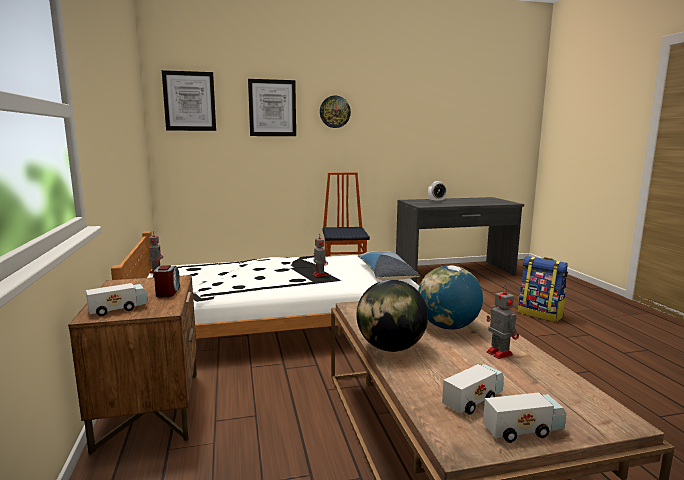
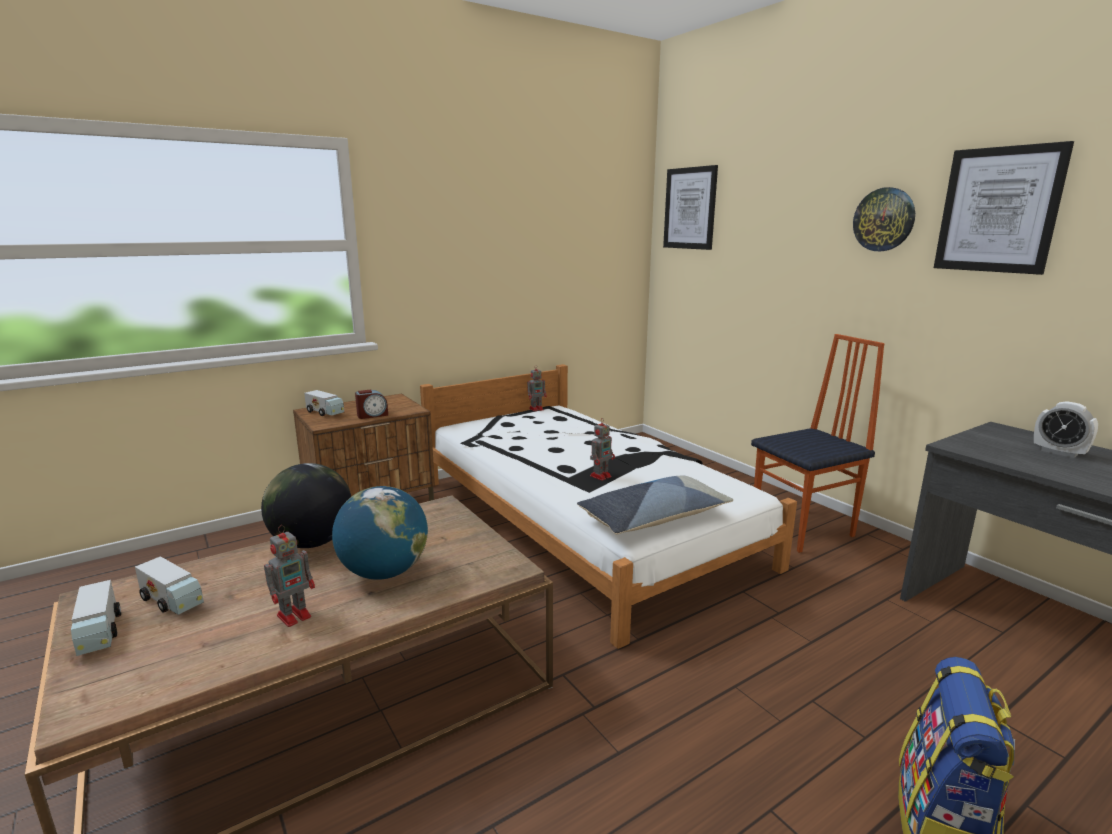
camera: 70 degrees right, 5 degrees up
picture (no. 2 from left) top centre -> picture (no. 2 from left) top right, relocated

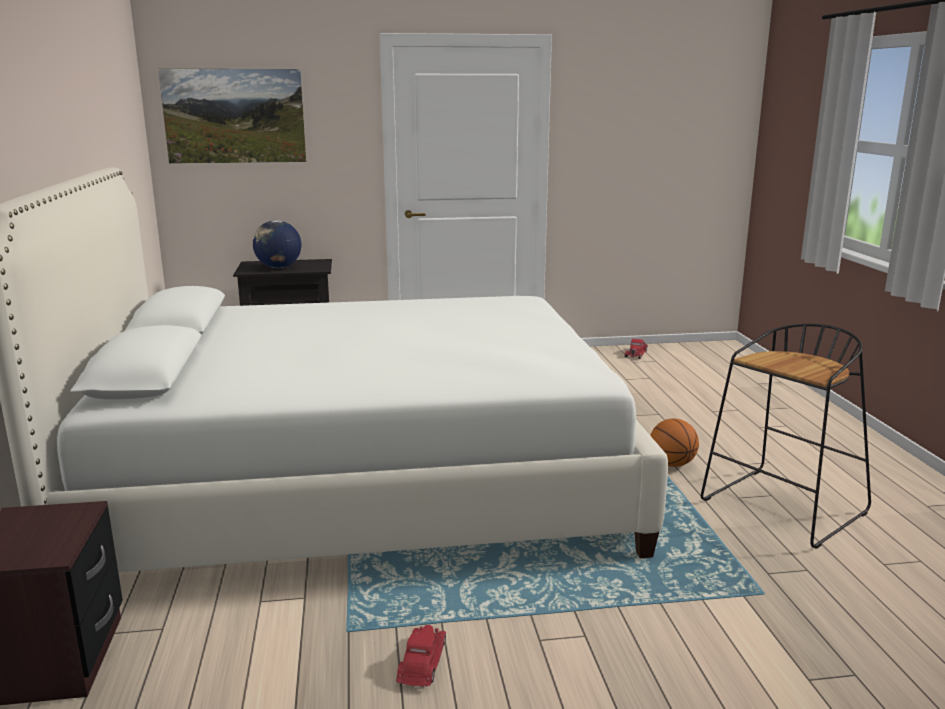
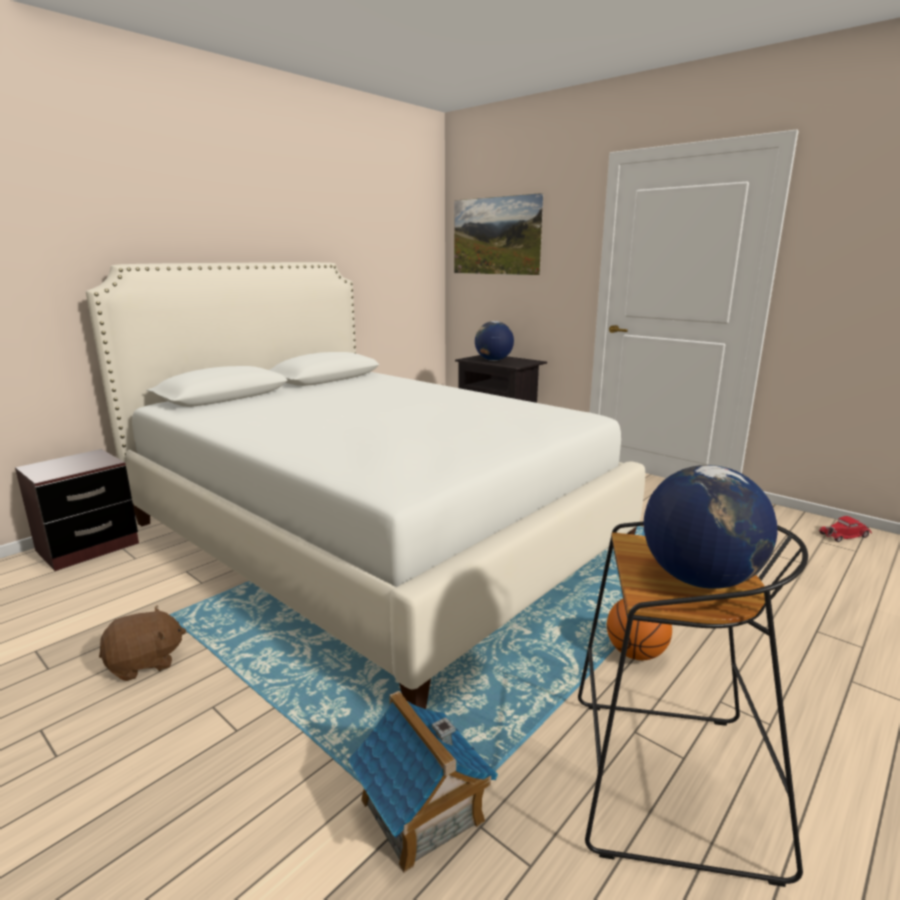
camera: 50 degrees right, 0 degrees up
red toy car (no. 1 from left) bottom centre -> brown plush toy bottom left
none -> globe (no. 2 from left) middle right
none -> toy house bottom centre

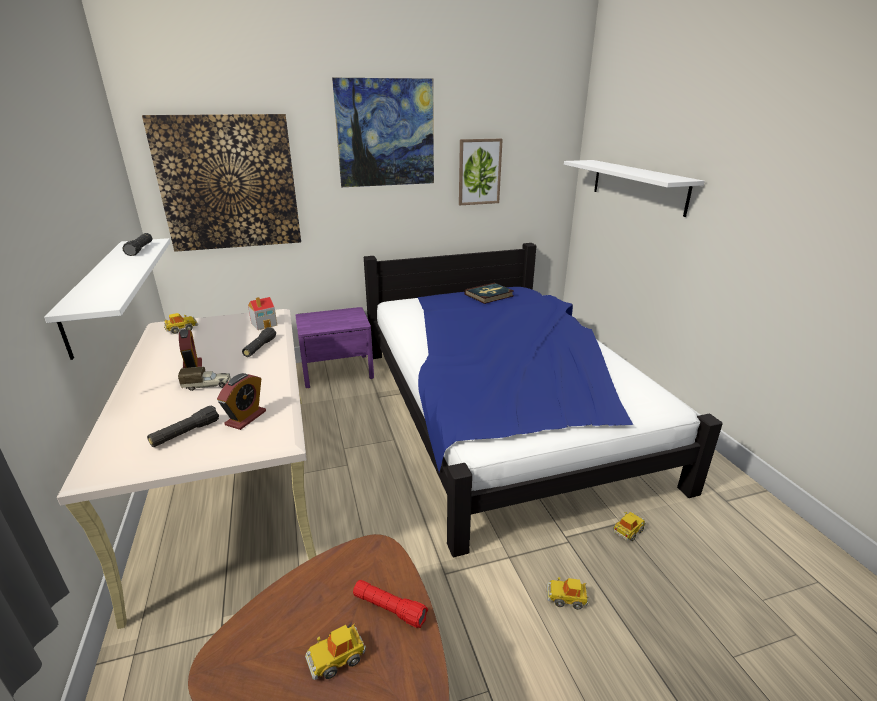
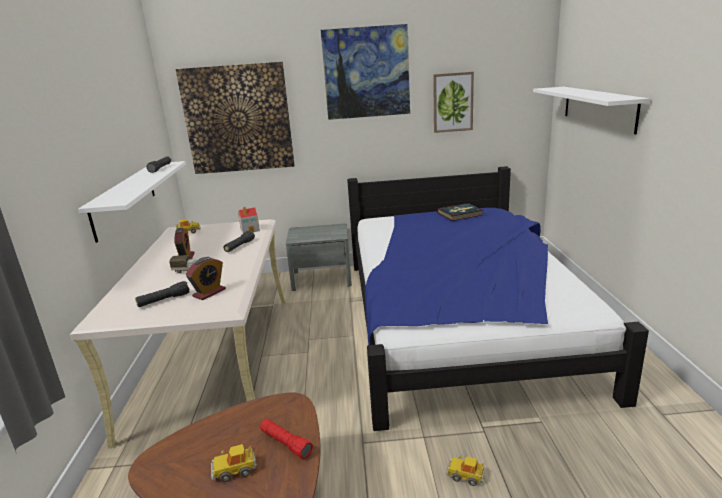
camera: 15 degrees right, 5 degrees down
purple nightstand centre -> grey nightstand centre
toy car (no. 4 from left) bottom right -> none

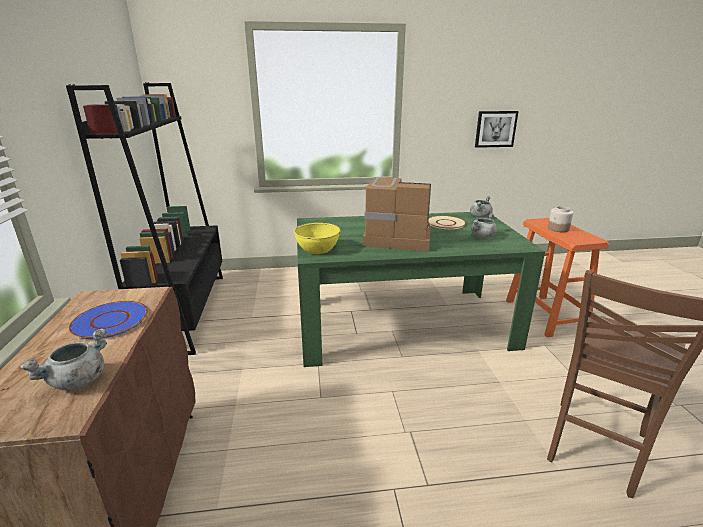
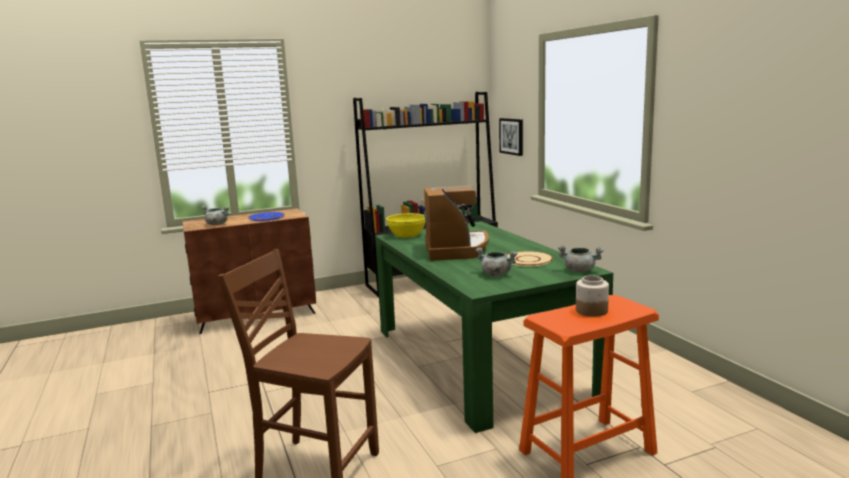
camera: 75 degrees right, 10 degrees down
picture top right -> picture top centre, relocated

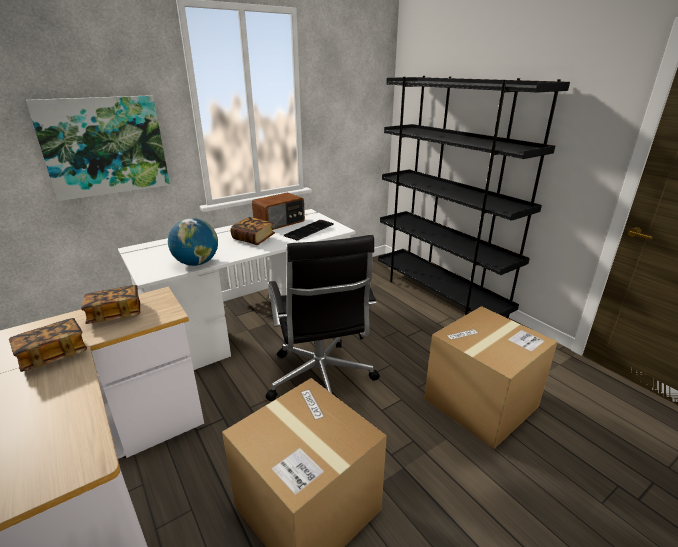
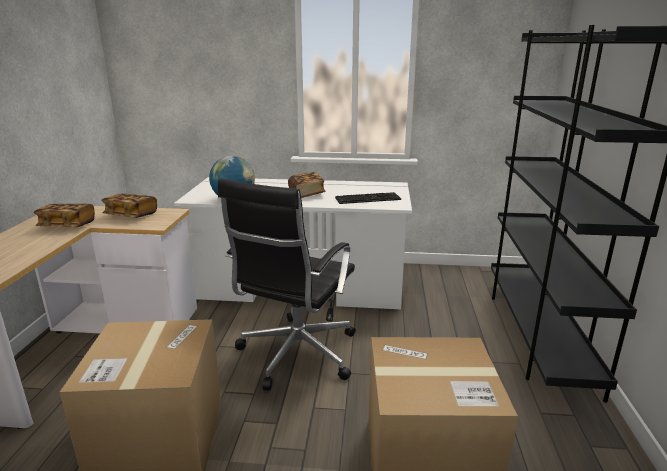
camera: 40 degrees right, 5 degrees down
picture top left -> none
radio centre -> none

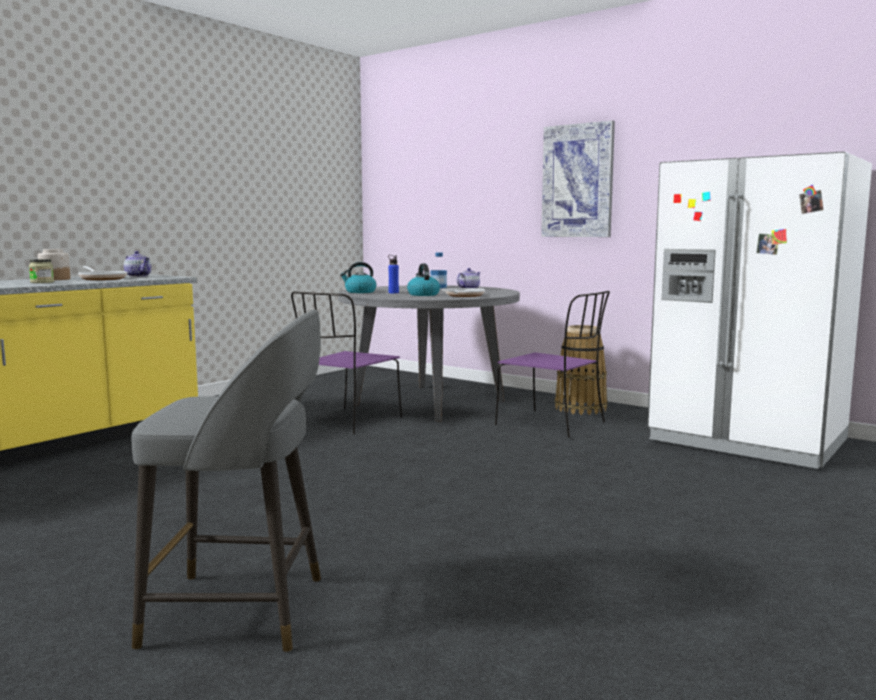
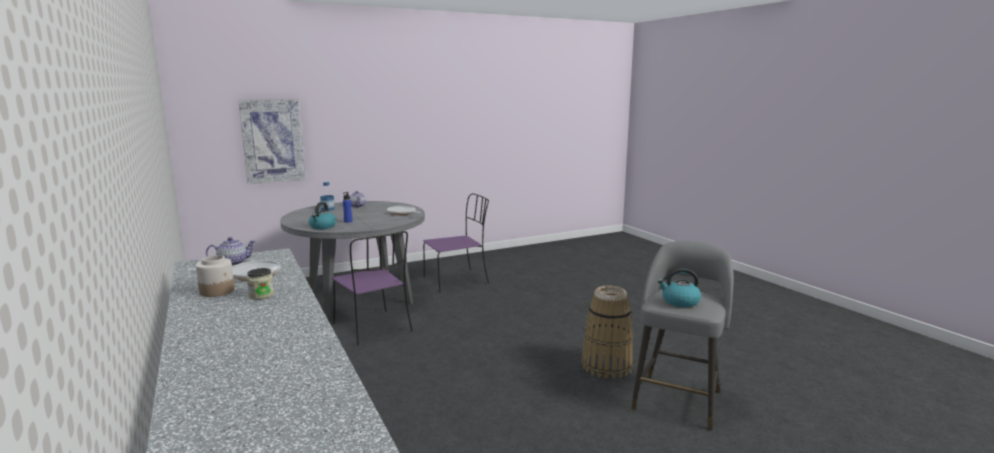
camera: 65 degrees left, 5 degrees up
picture top centre -> picture top left, relocated
white fridge middle right -> none
kettle (no. 2 from left) centre -> kettle (no. 2 from left) middle right, relocated
basket centre -> basket bottom centre, relocated

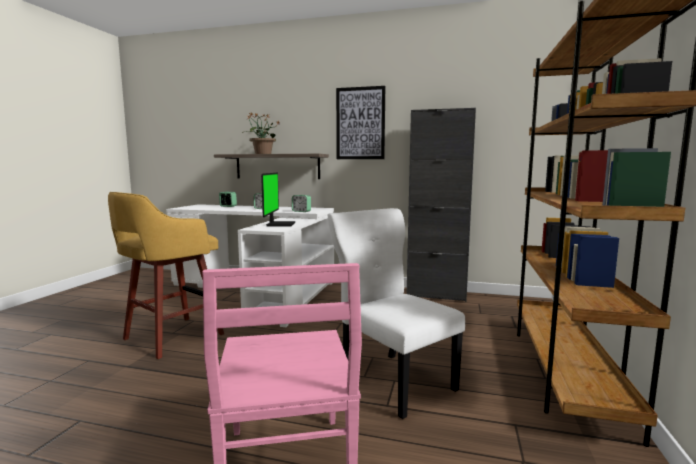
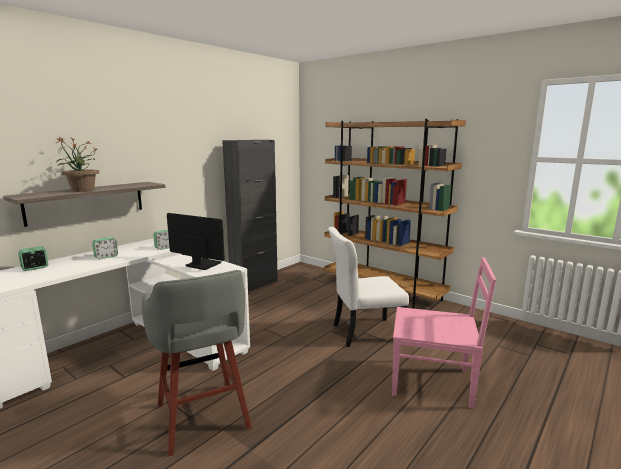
camera: 65 degrees left, 5 degrees up
picture top centre -> none
yellow stool middle left -> grey stool bottom left

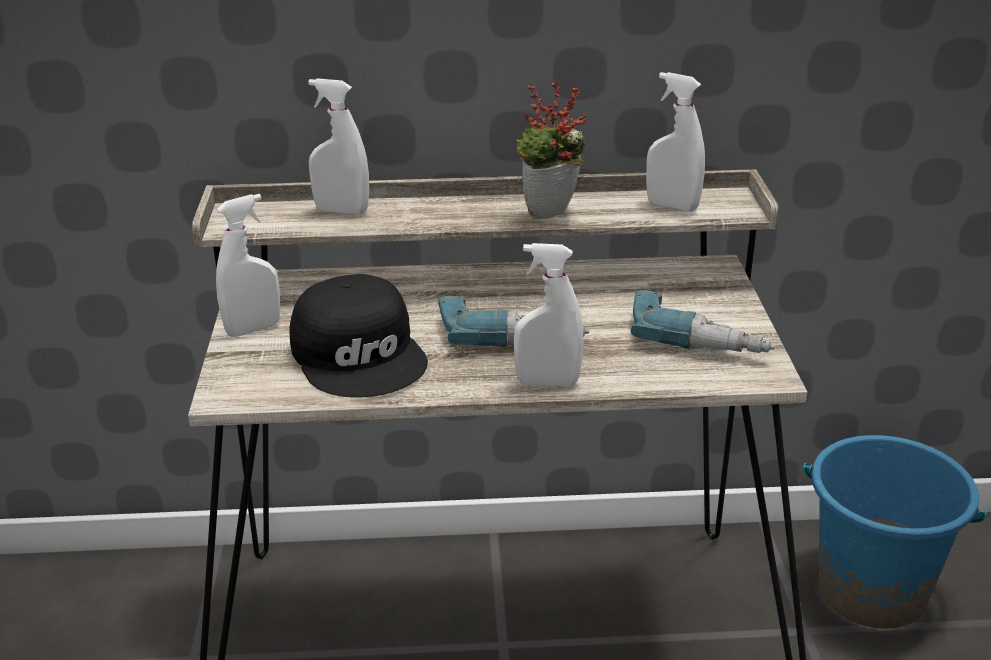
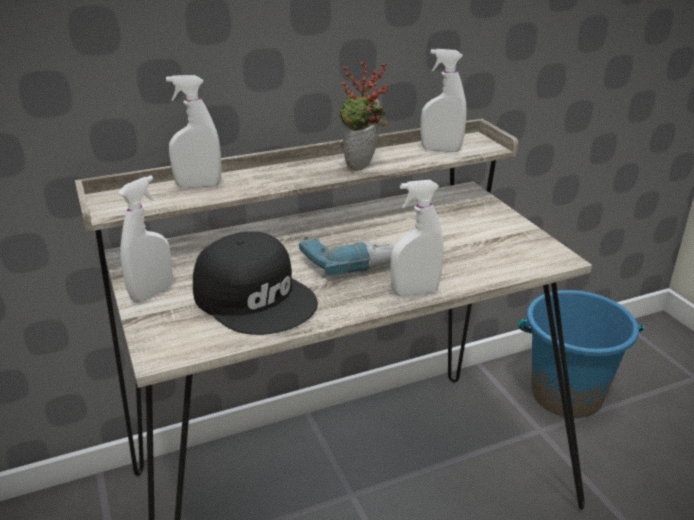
camera: 20 degrees left, 0 degrees up
power drill (no. 2 from left) middle right -> none

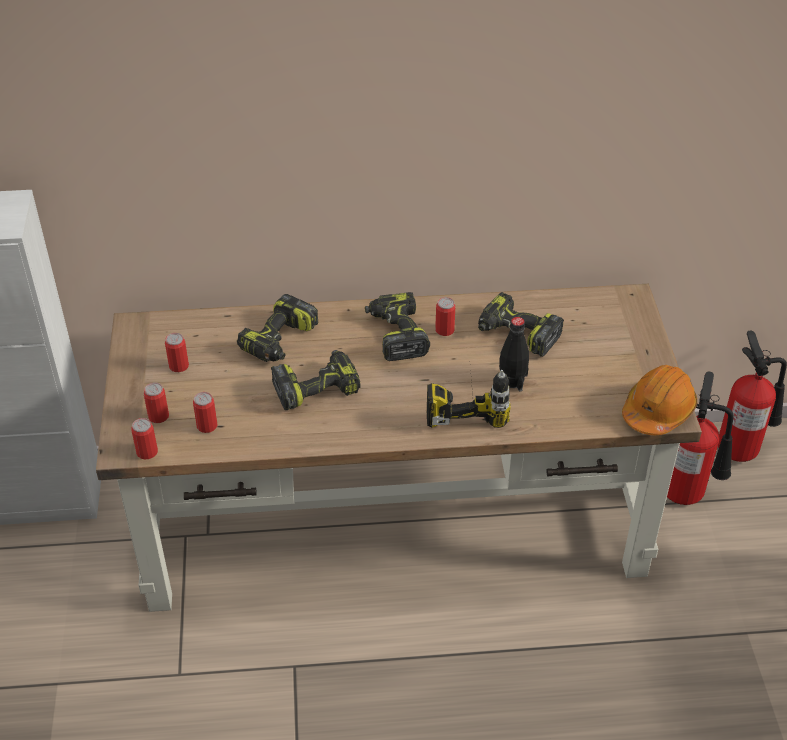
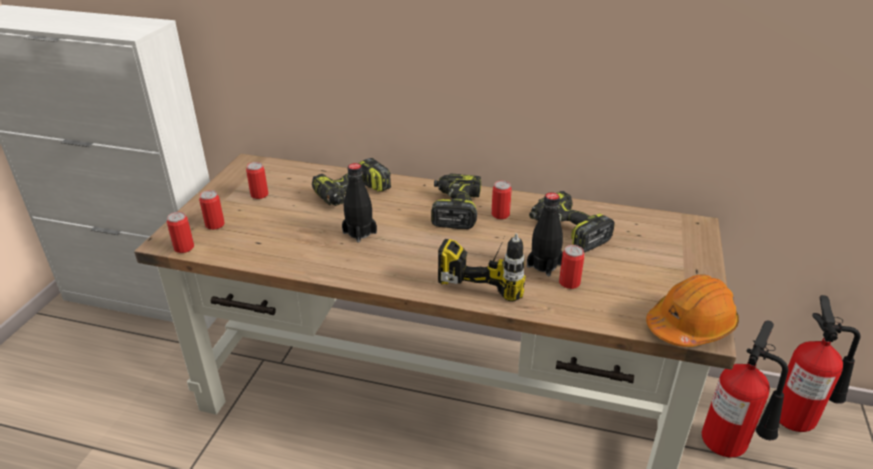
camera: 20 degrees right, 10 degrees down
power drill (no. 2 from left) centre -> black bottle (no. 1 from left) centre
can (no. 4 from left in the first image) middle left -> can (no. 5 from left) centre, relocated

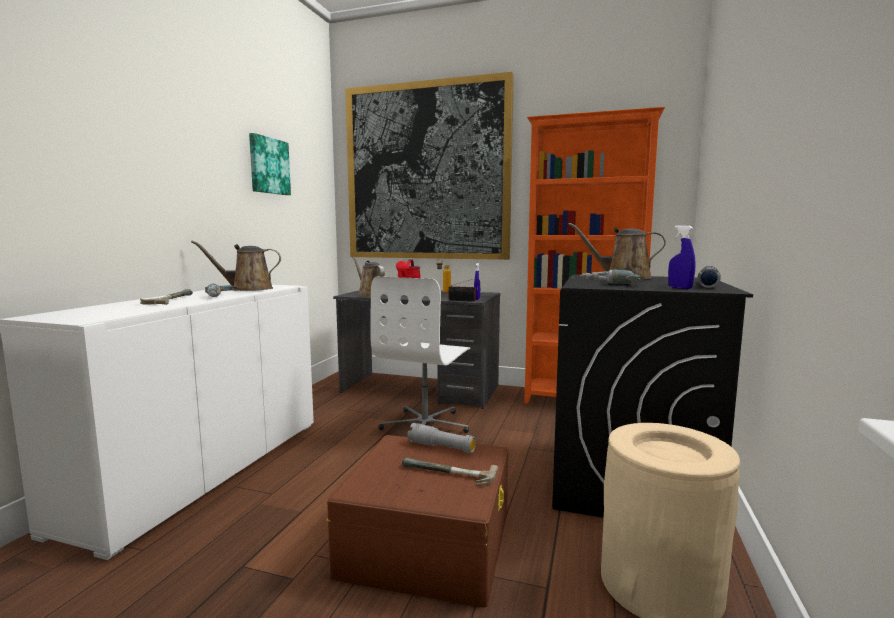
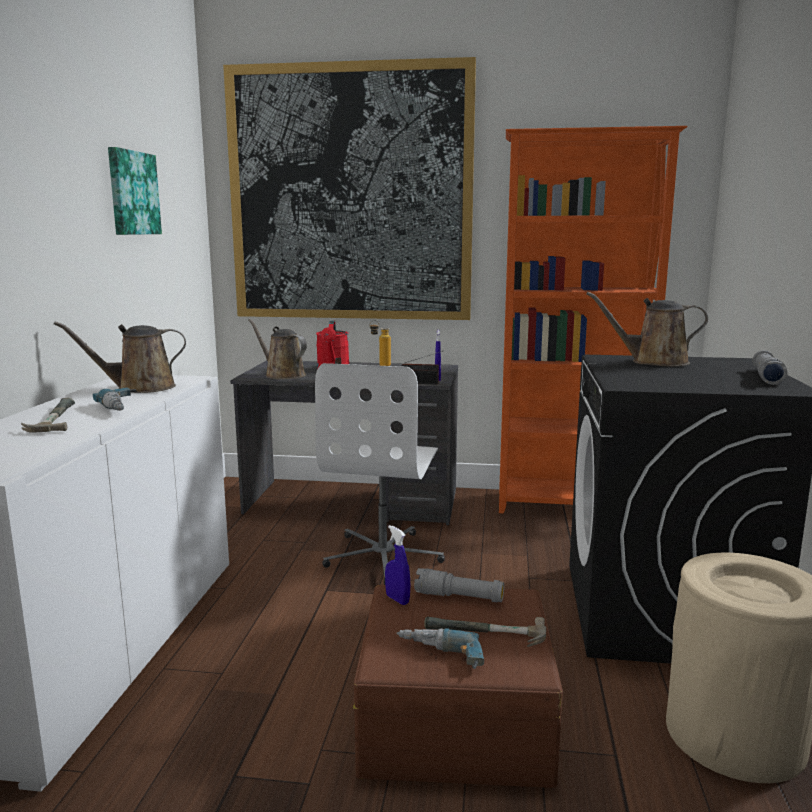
camera: 10 degrees left, 5 degrees up
blue spray bottle (no. 2 from left in the first image) middle right -> blue spray bottle (no. 1 from left) bottom centre, relocated
power drill (no. 2 from left) middle right -> power drill (no. 2 from left) bottom centre, relocated

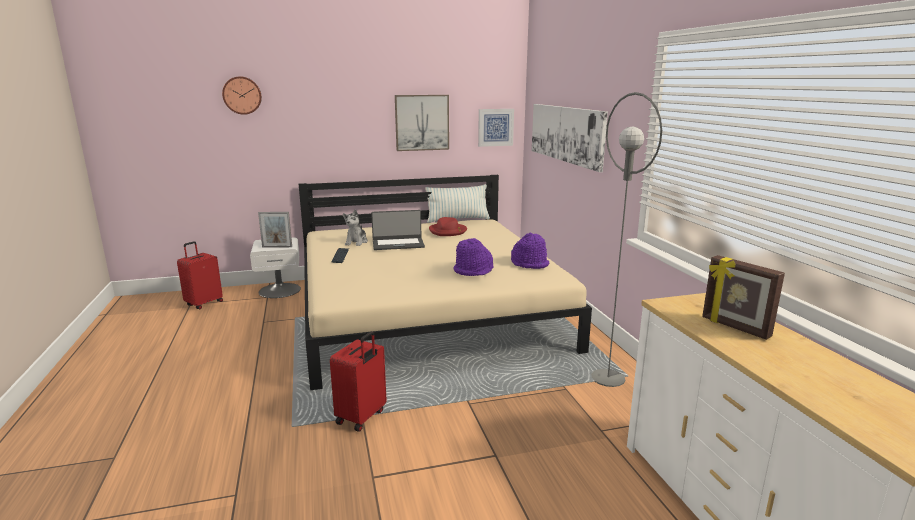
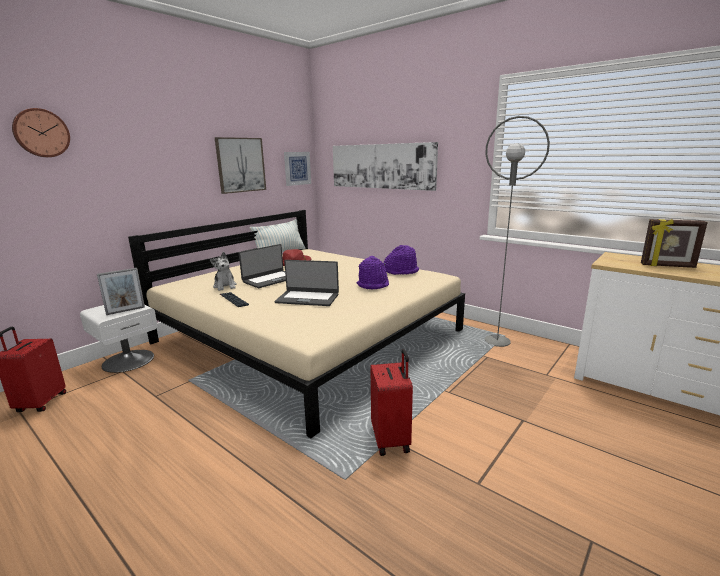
camera: 35 degrees left, 0 degrees up
none -> laptop (no. 2 from left) centre

